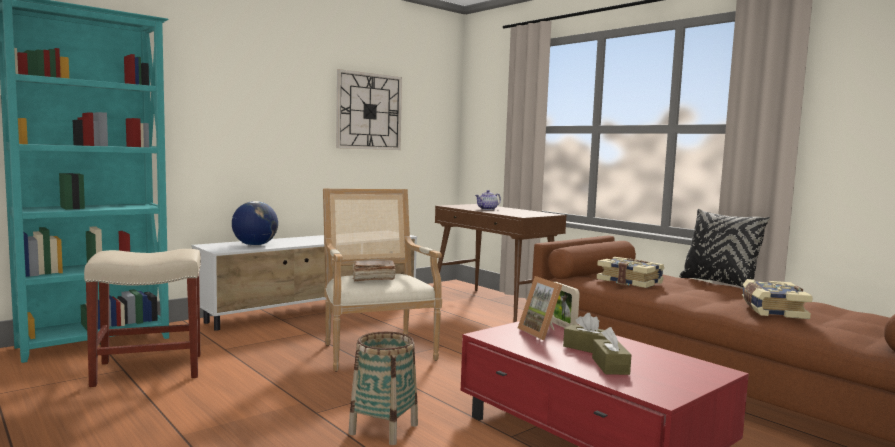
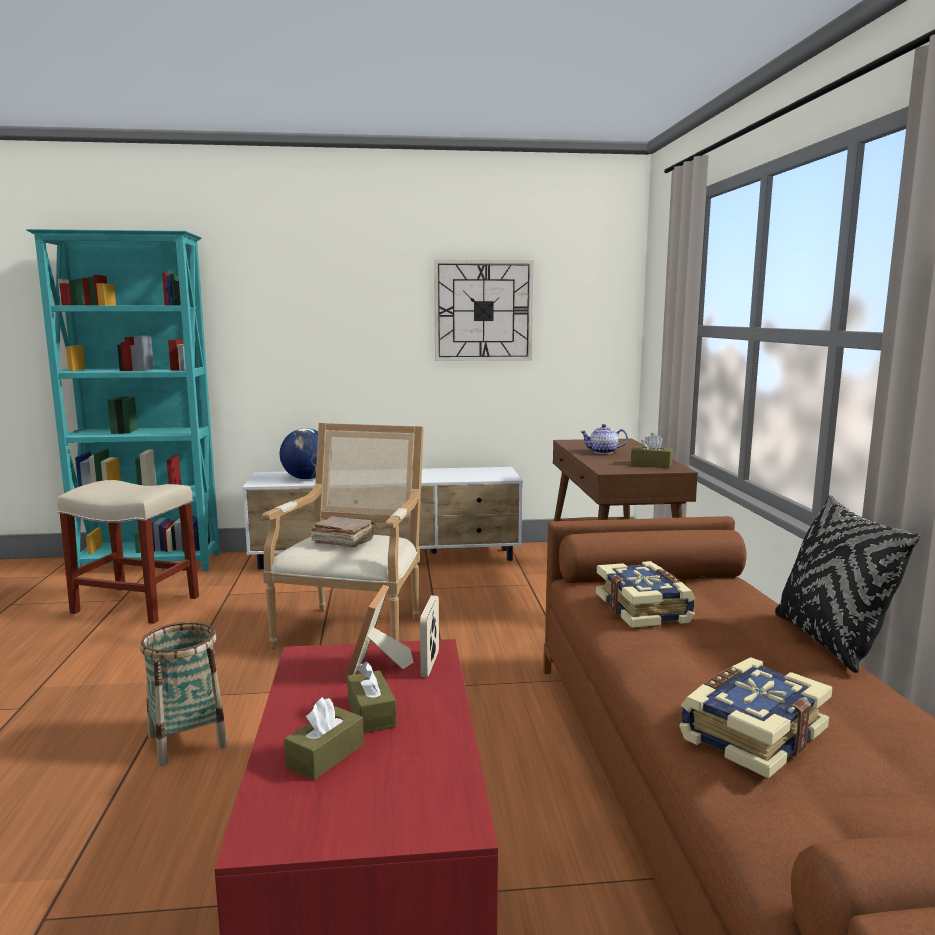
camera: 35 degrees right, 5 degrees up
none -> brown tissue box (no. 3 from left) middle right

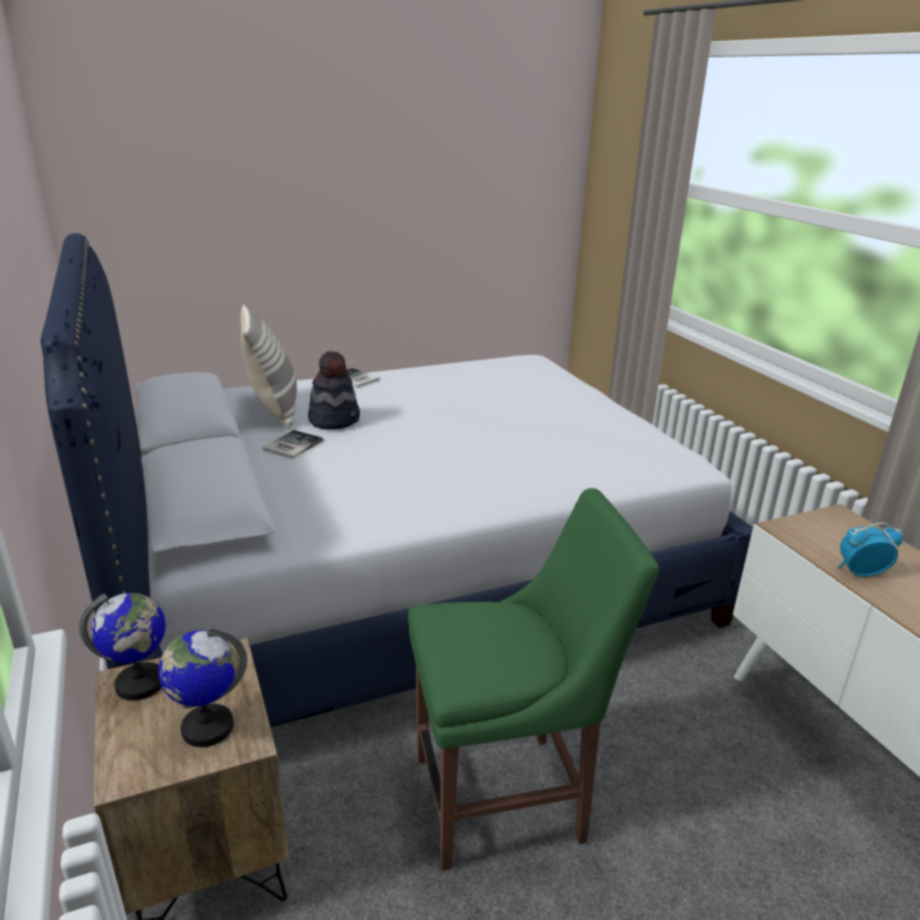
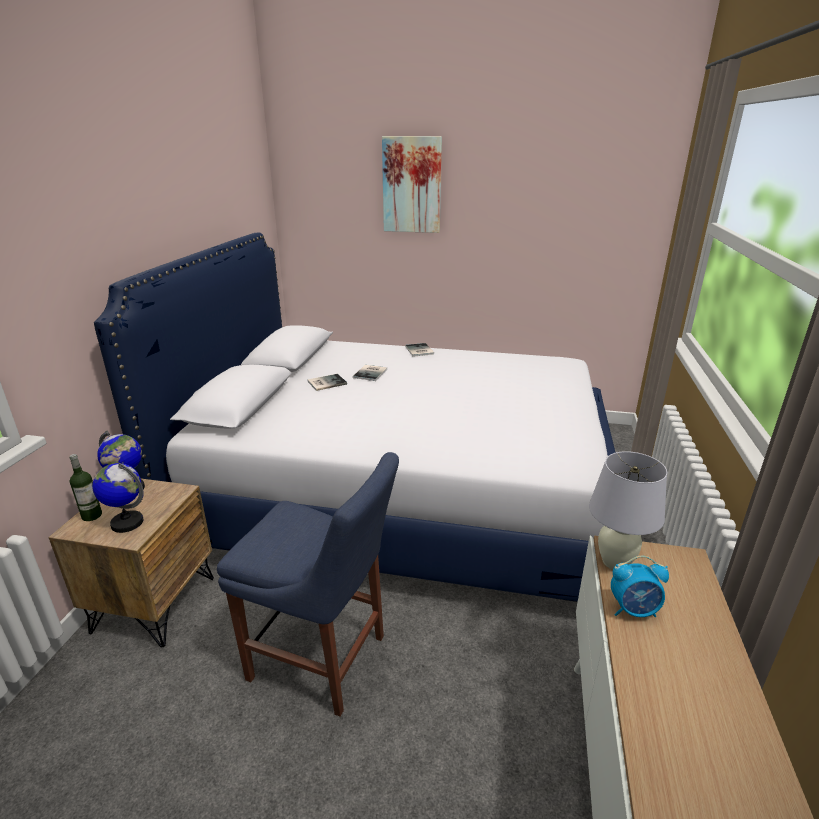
camera: 35 degrees right, 0 degrees up
pillow middle left -> none
hat centre -> book (no. 2 from left) centre
green chair bottom centre -> blue chair bottom centre
alarm clock middle right -> alarm clock bottom right, 150 degrees clockwise
none -> picture top centre
none -> white table lamp middle right
none -> bottle middle left

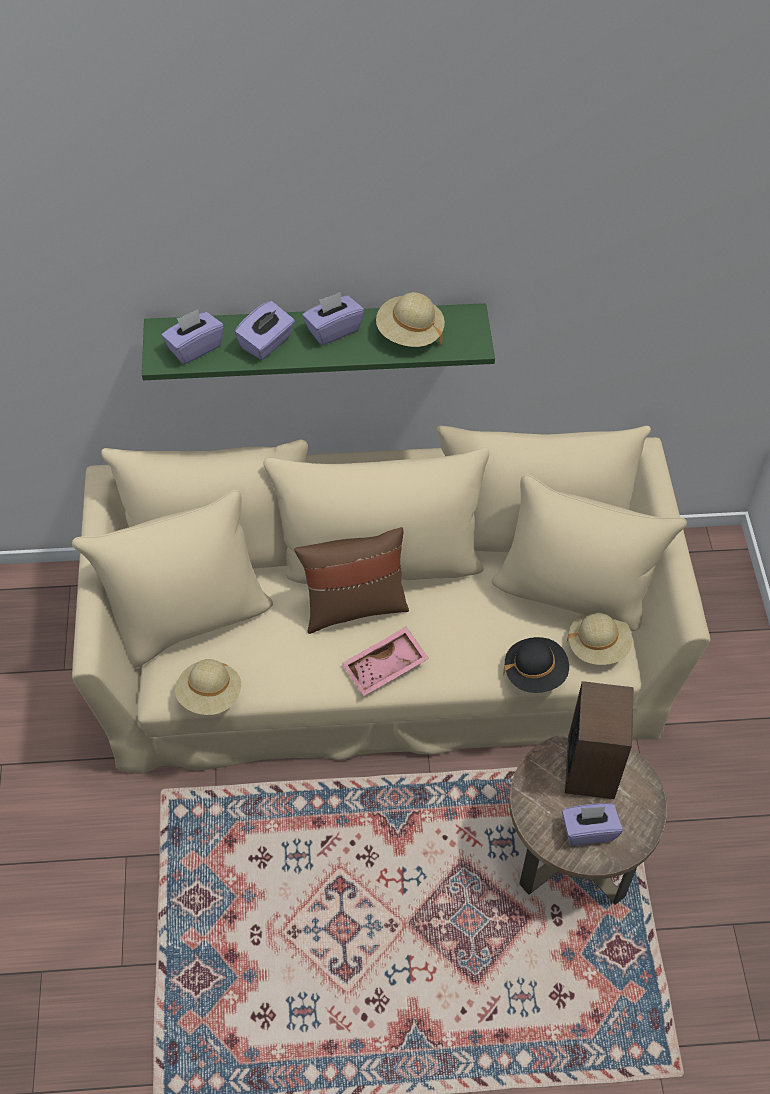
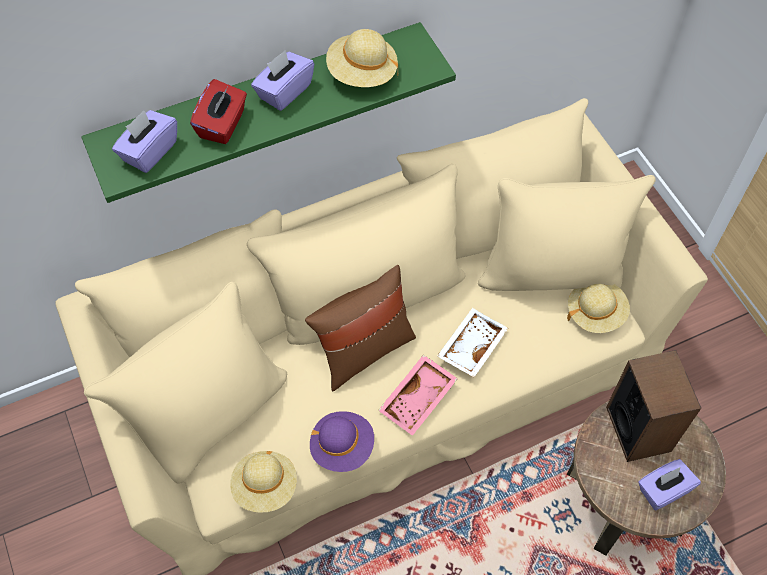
camera: 20 degrees left, 5 degrees up
purple tissue box (no. 2 from left) top centre -> red tissue box top left
black hat middle right -> none
none -> white tray centre
none -> purple hat bottom centre

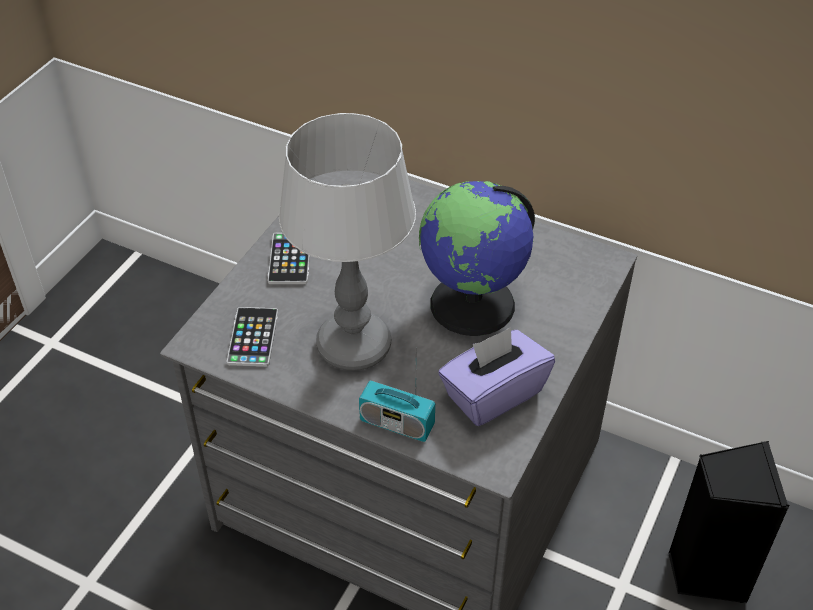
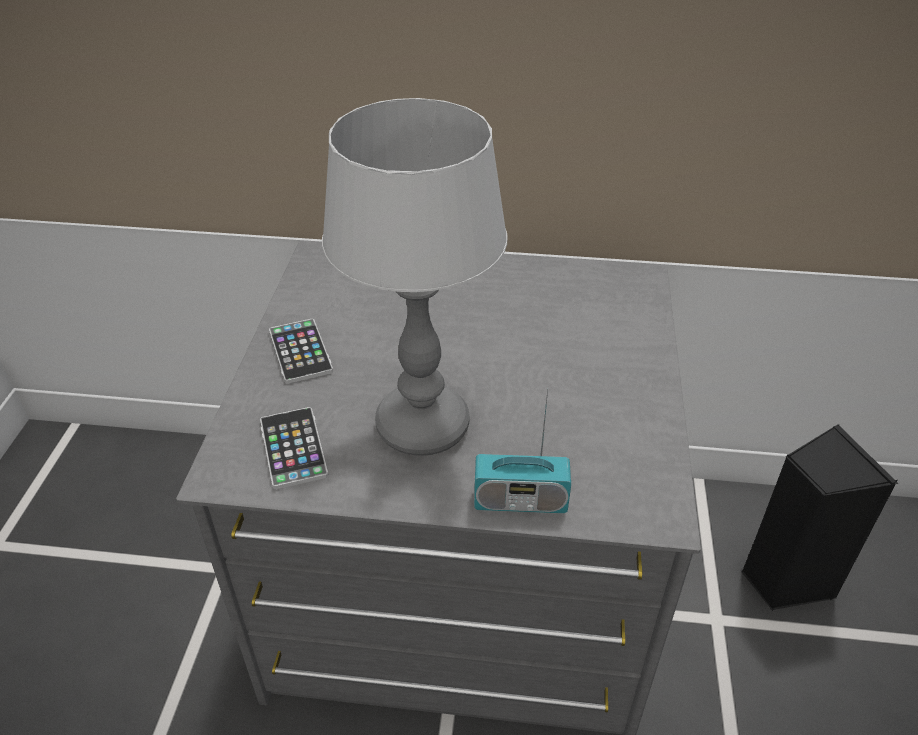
camera: 20 degrees left, 5 degrees down
globe centre -> none
purple tissue box centre -> none

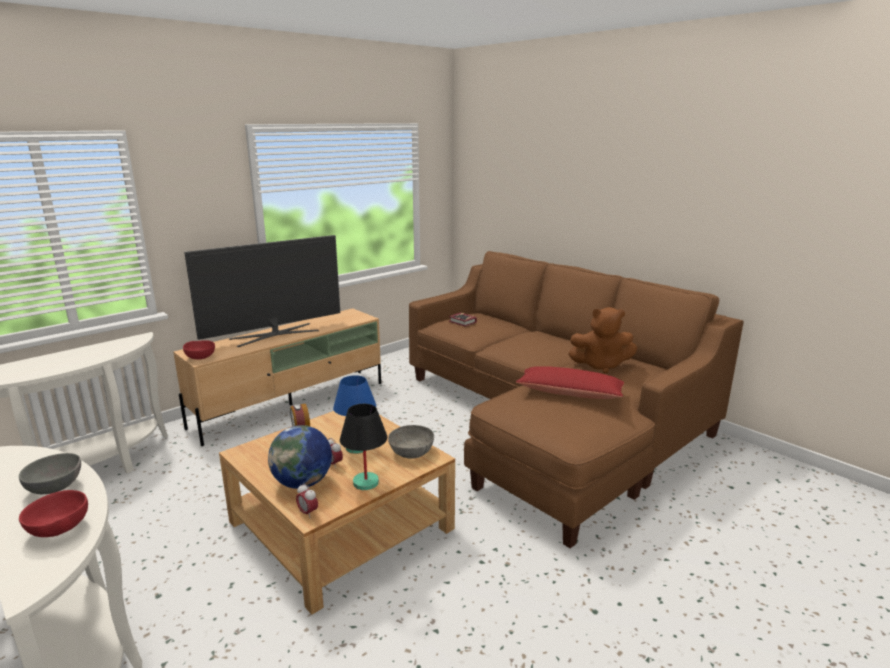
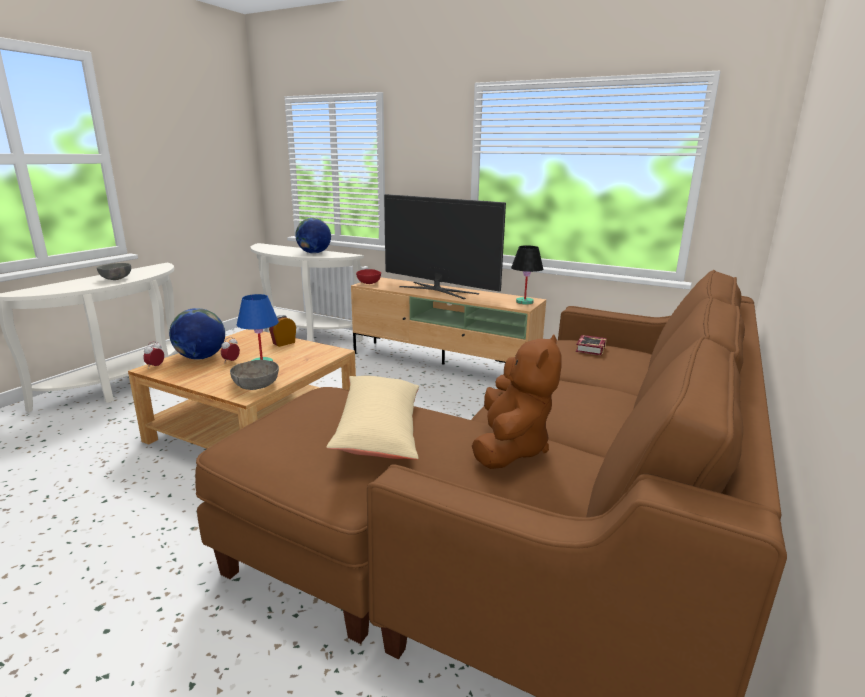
camera: 70 degrees right, 0 degrees up
brown plush toy middle right -> brown plush toy centre, 150 degrees counterclockwise
red pillow centre -> beige pillow centre
black table lamp bottom centre -> black table lamp centre, relocated
red bowl (no. 1 from left) bottom left -> none
none -> globe (no. 2 from left) centre

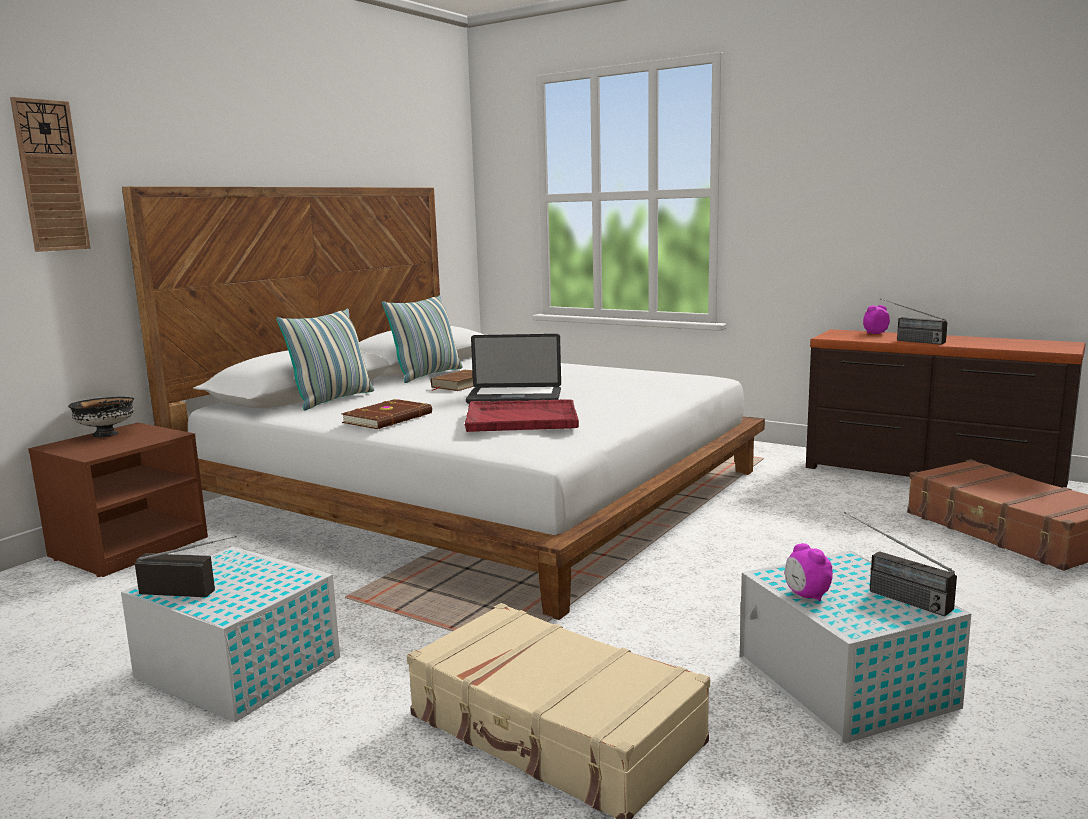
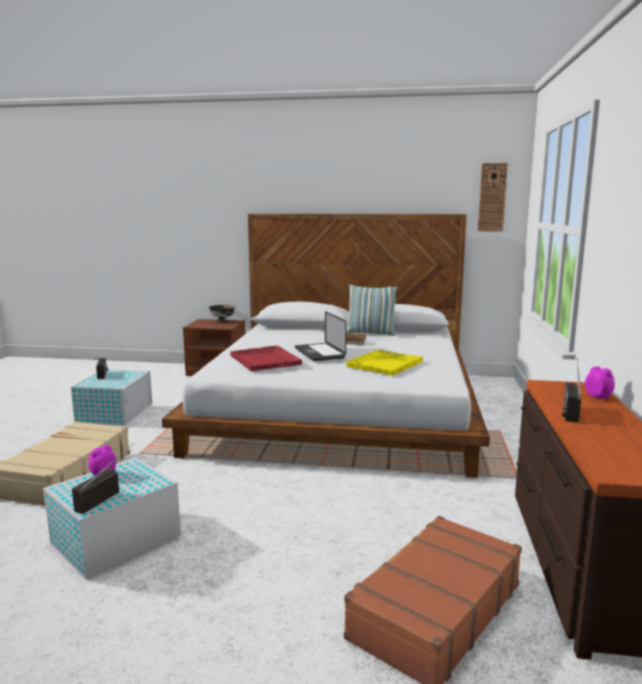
camera: 65 degrees right, 0 degrees up
wall clock top left -> wall clock top right, relocated
pillow (no. 1 from left) middle left -> none
brown book (no. 1 from left) centre -> none
none -> yellow tray centre

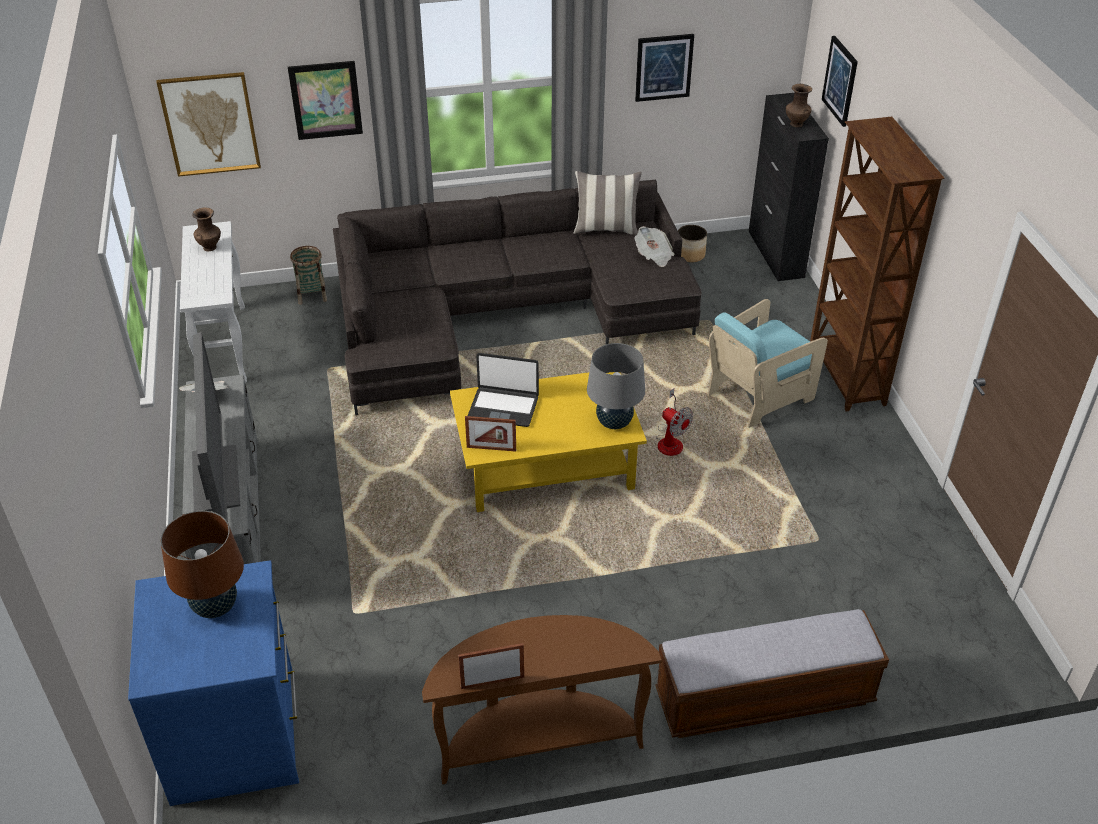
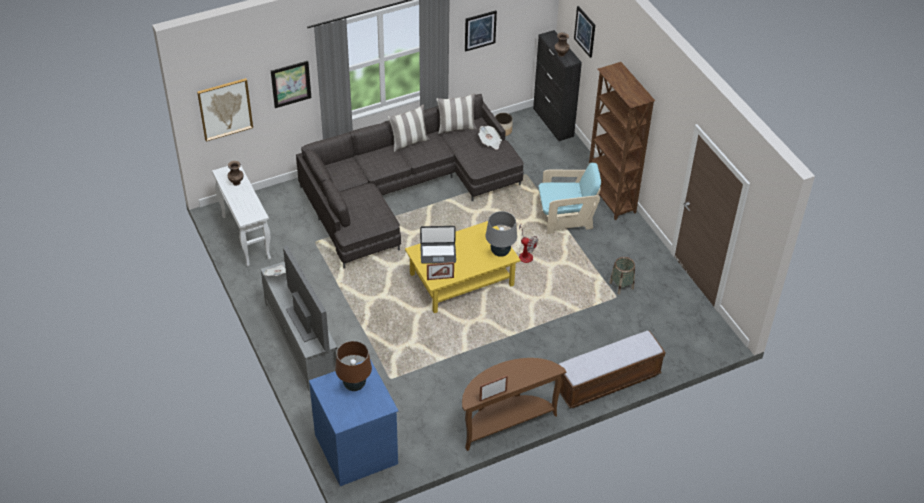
camera: 15 degrees left, 5 degrees up
basket middle left -> basket middle right, relocated
turquoise armchair middle right -> turquoise armchair centre, 135 degrees counterclockwise
none -> pillow (no. 1 from left) top centre

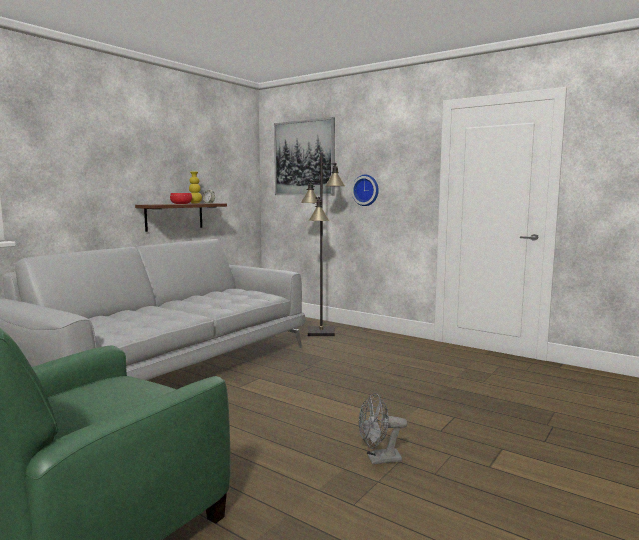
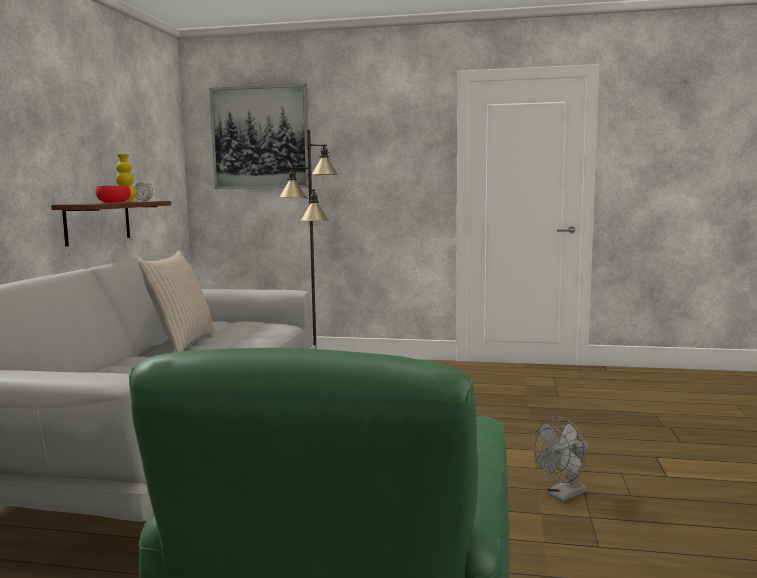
camera: 25 degrees left, 0 degrees up
wall clock centre -> none
none -> beige pillow middle left

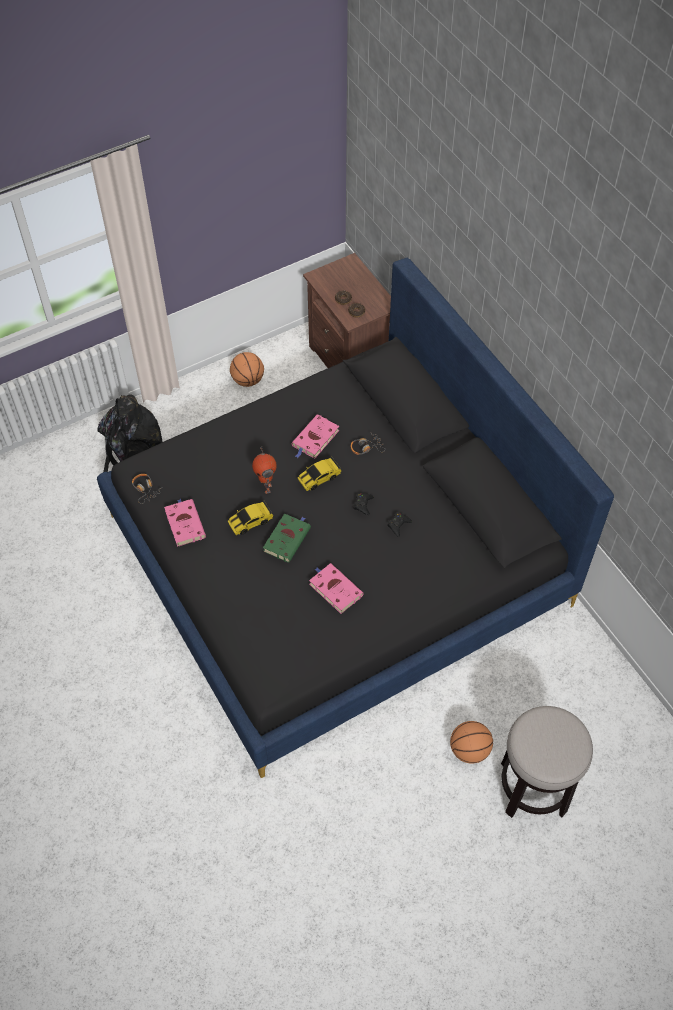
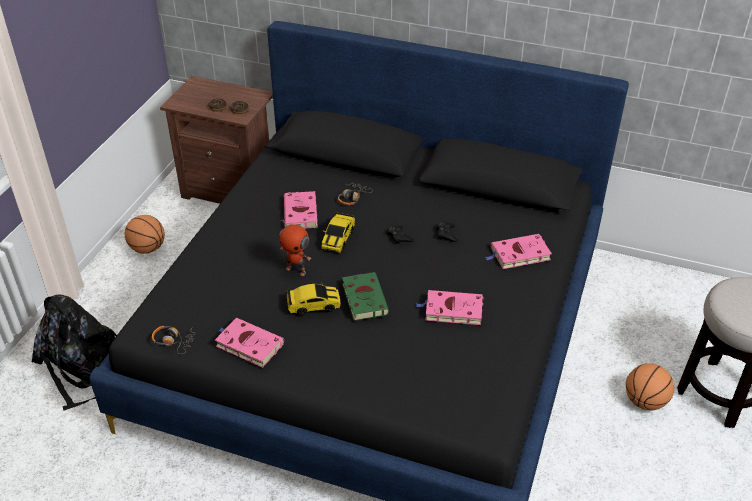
camera: 40 degrees left, 15 degrees down
toy car (no. 1 from left) centre, 120 degrees counterclockwise
none -> pink book (no. 4 from left) middle right

